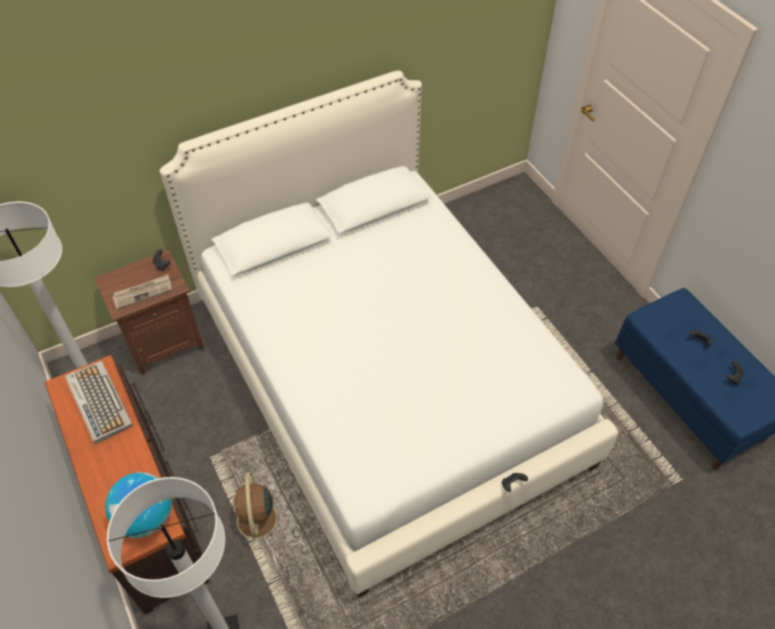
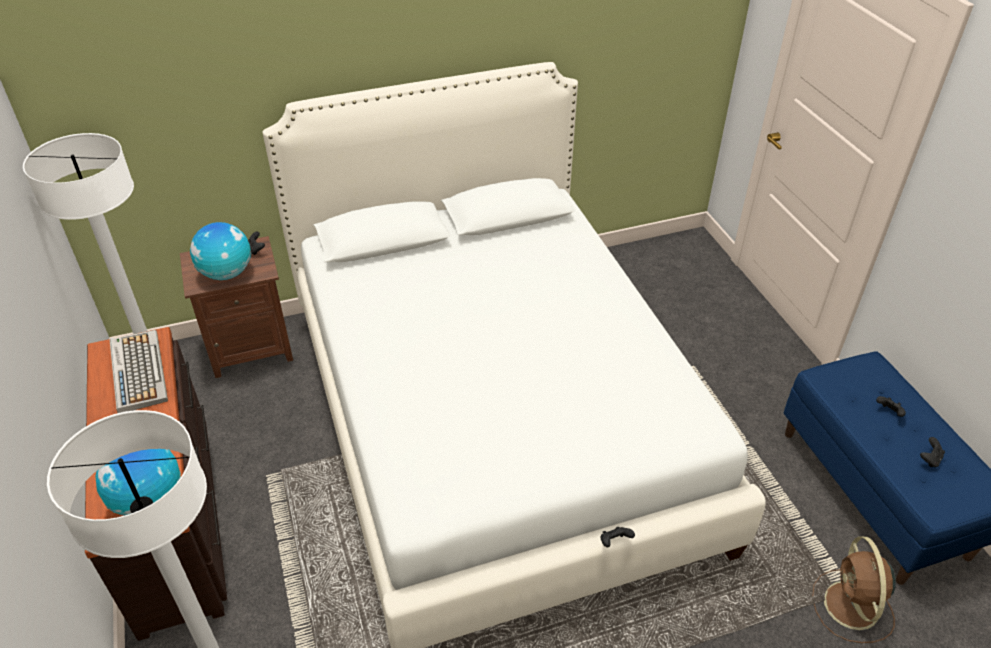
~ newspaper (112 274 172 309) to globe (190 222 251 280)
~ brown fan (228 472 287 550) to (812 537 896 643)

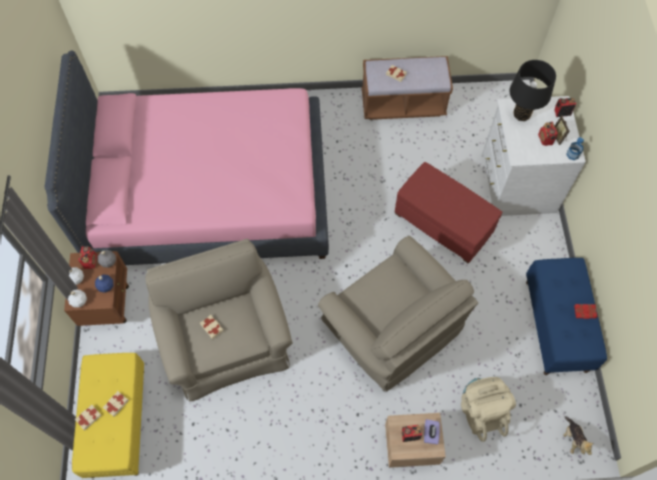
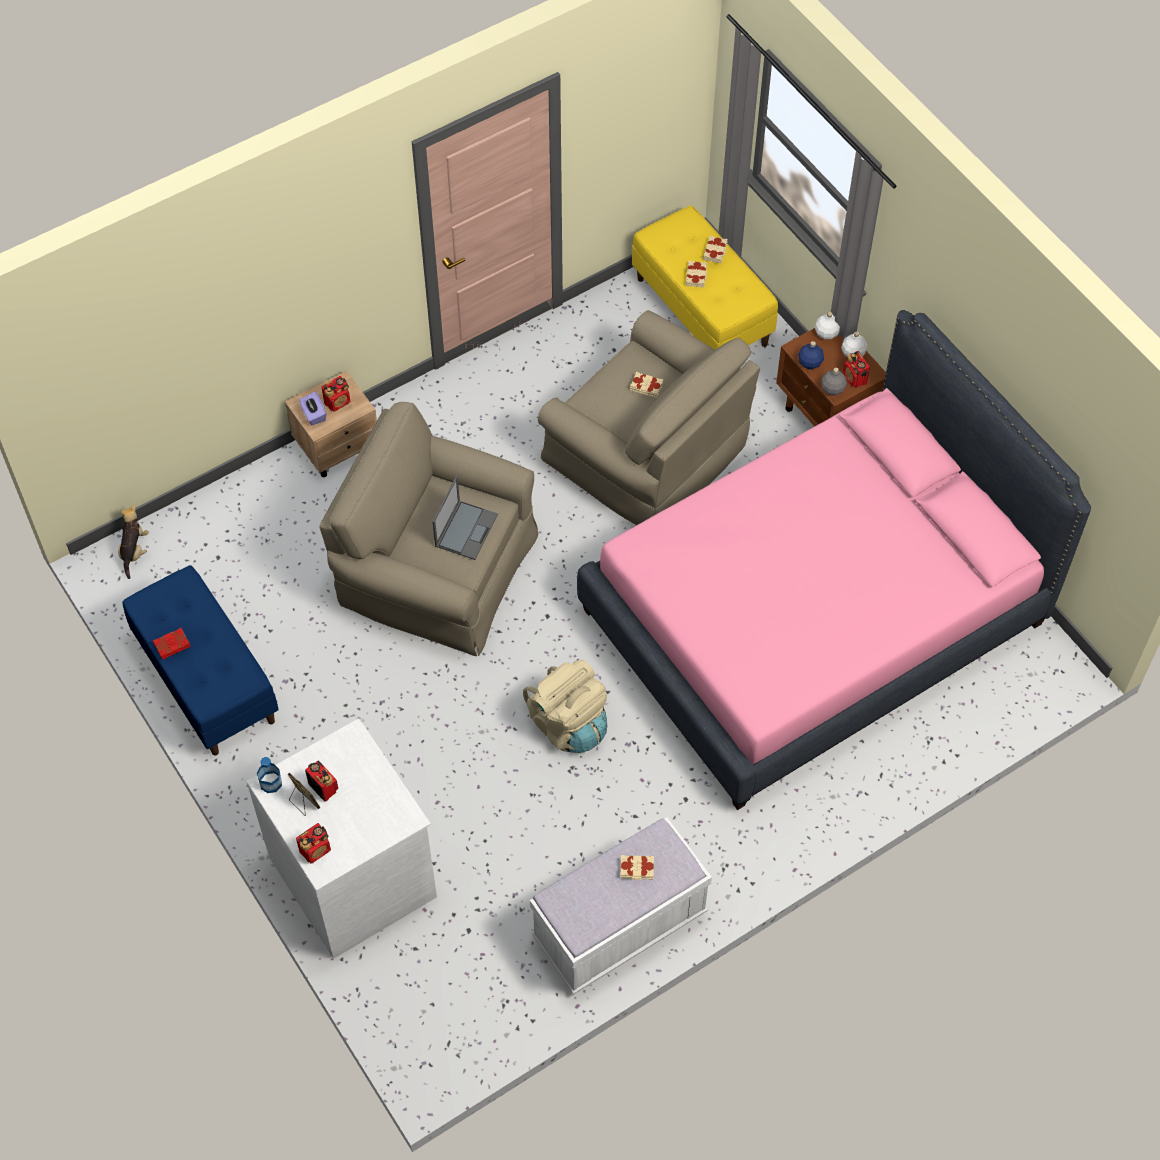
~ brown bench (362 56 453 120) to white bench (530 817 712 995)
- black table lamp (510 60 556 121)
- red ottoman (395 162 502 263)
~ beige backpack (461 377 516 442) to (523 659 607 753)
~ plush toy (563 416 594 455) = (118 504 149 579) 45 degrees clockwise
+ laptop (432 476 498 560)

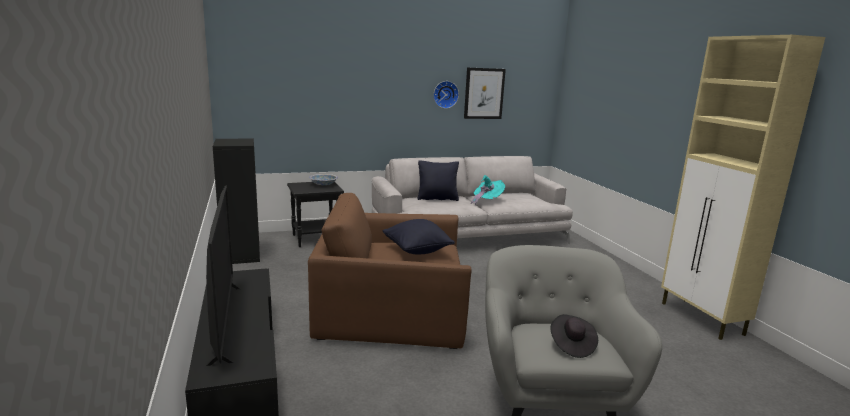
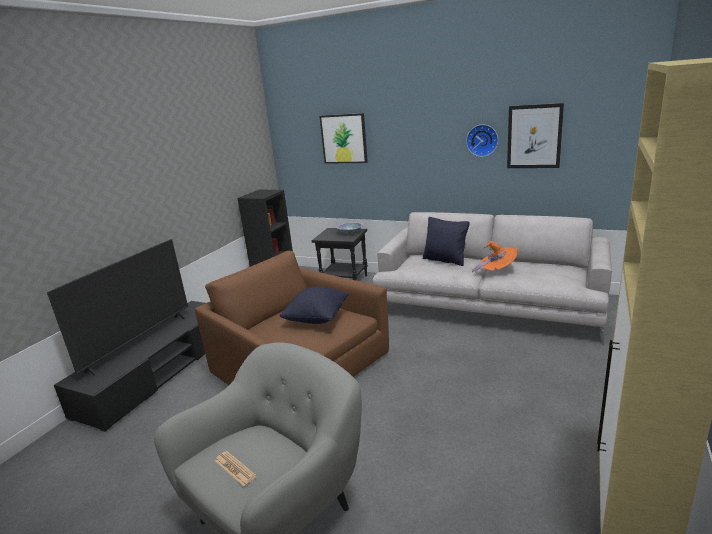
~ turquoise hat (471 175 505 205) to orange hat (472 241 518 274)
~ black hat (550 314 598 358) to newspaper (215 451 257 487)
+ picture (319 113 368 164)

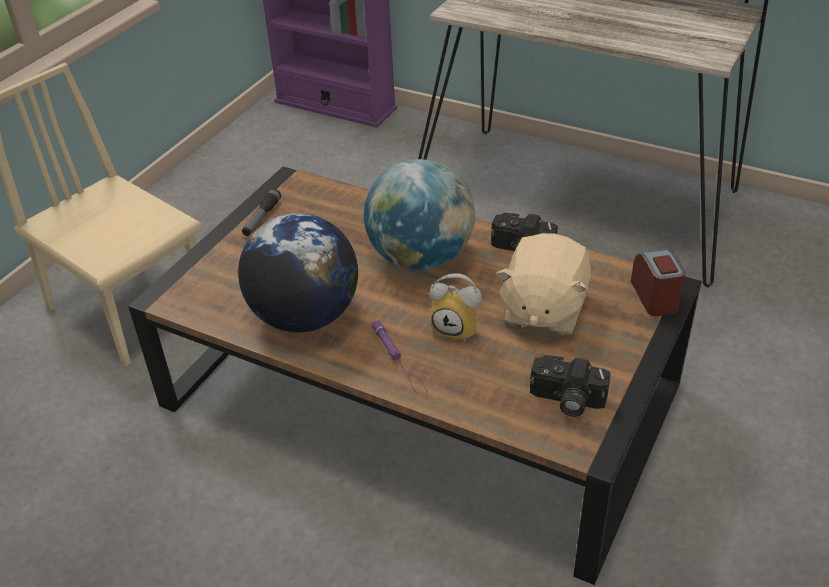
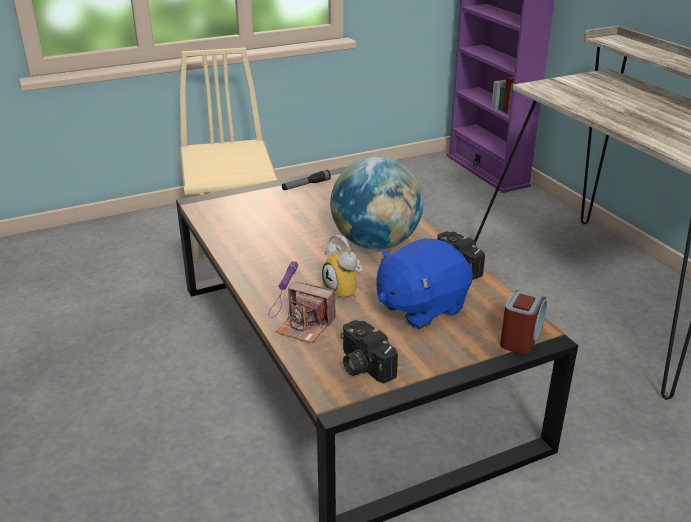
- globe (238 213 358 332)
~ beige plush toy (496 233 591 336) to blue plush toy (377 238 473 329)
+ photo camera (275 282 336 343)

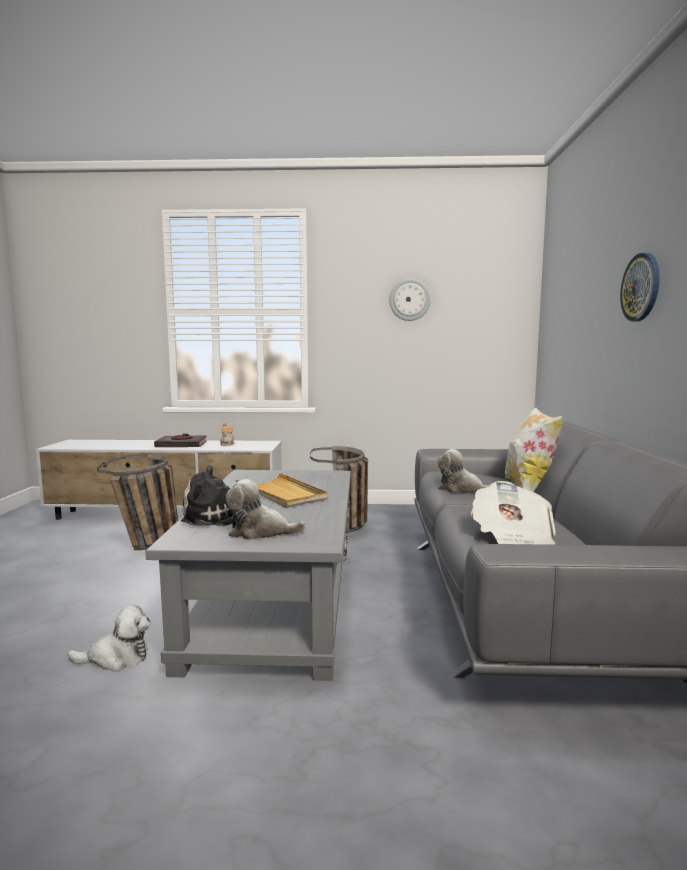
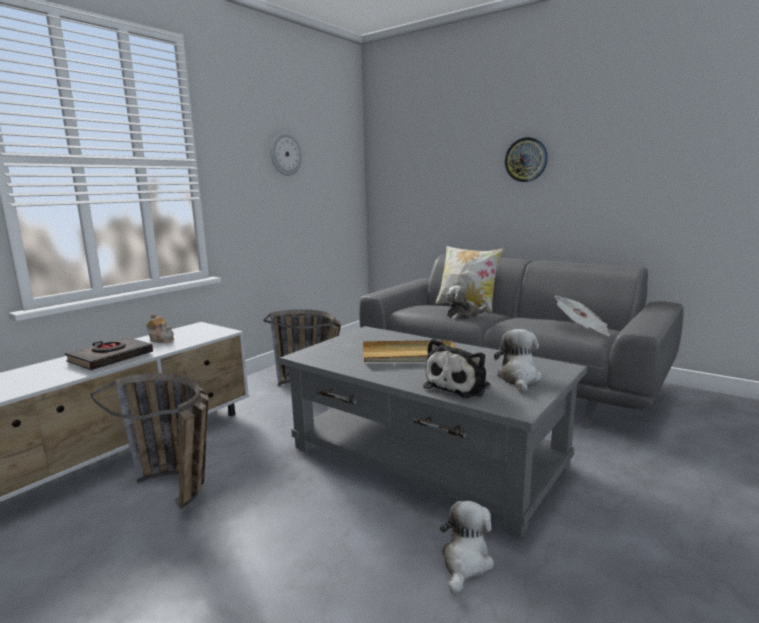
~ plush toy (225 479 306 540) = (494 329 542 392) 150 degrees clockwise

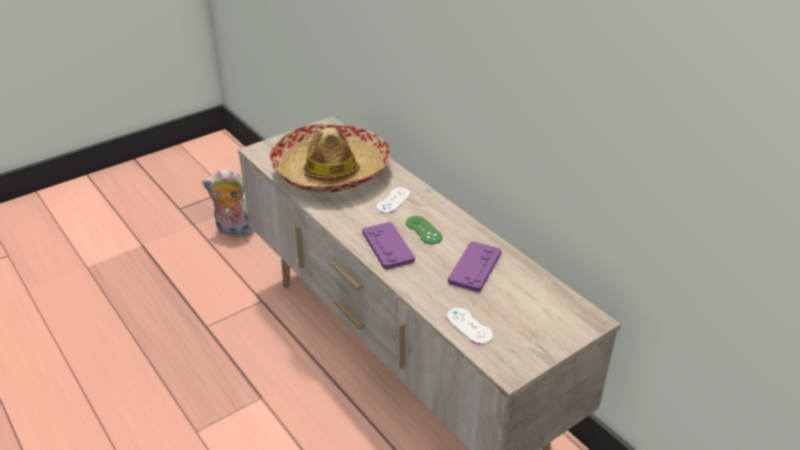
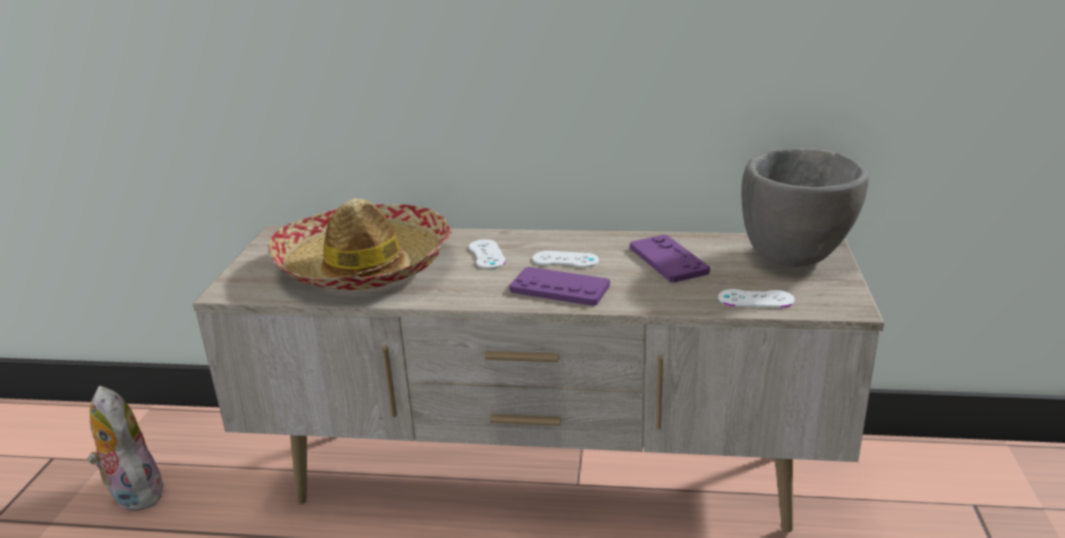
~ plush toy (202 168 254 237) = (88 386 163 511) 90 degrees clockwise
~ green game controller (406 216 442 244) to white game controller (533 251 599 268)
+ grey bowl (741 148 869 267)

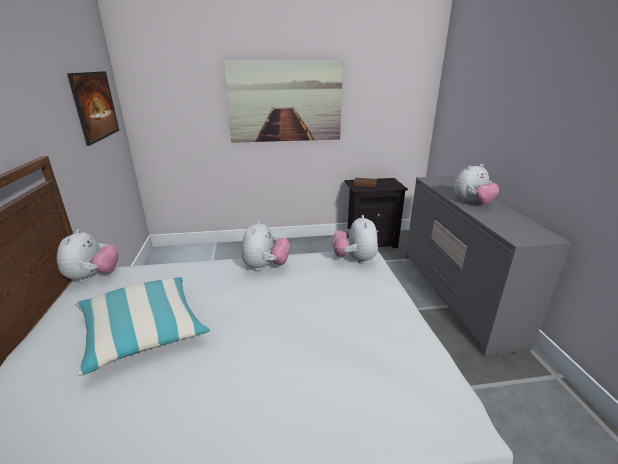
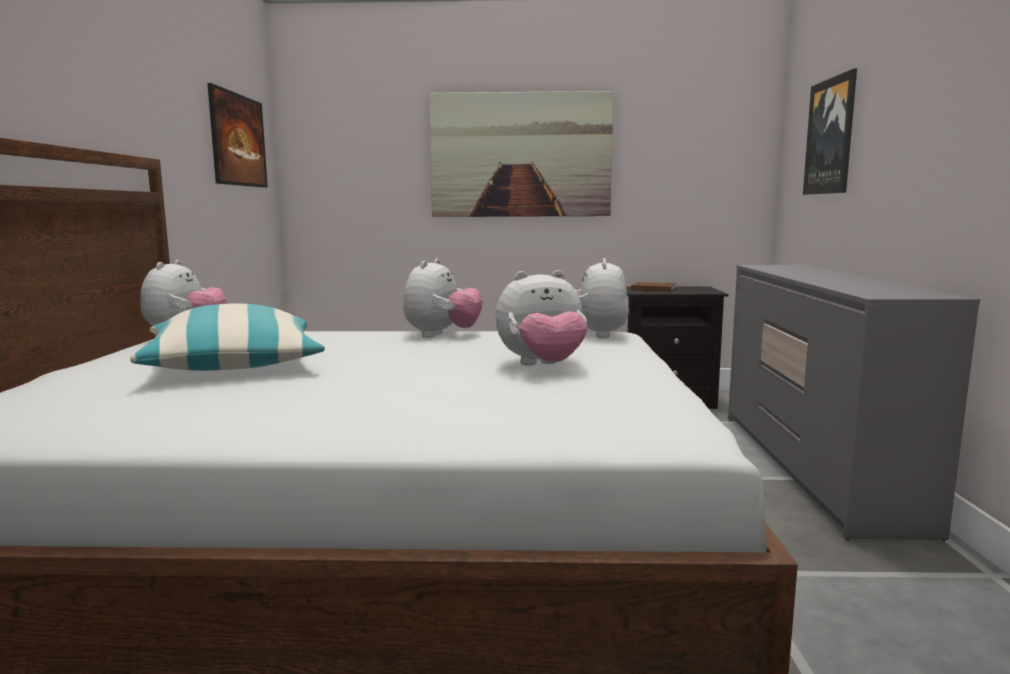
~ plush toy (454 164 499 204) to (496 270 587 365)
+ picture (803 69 857 195)

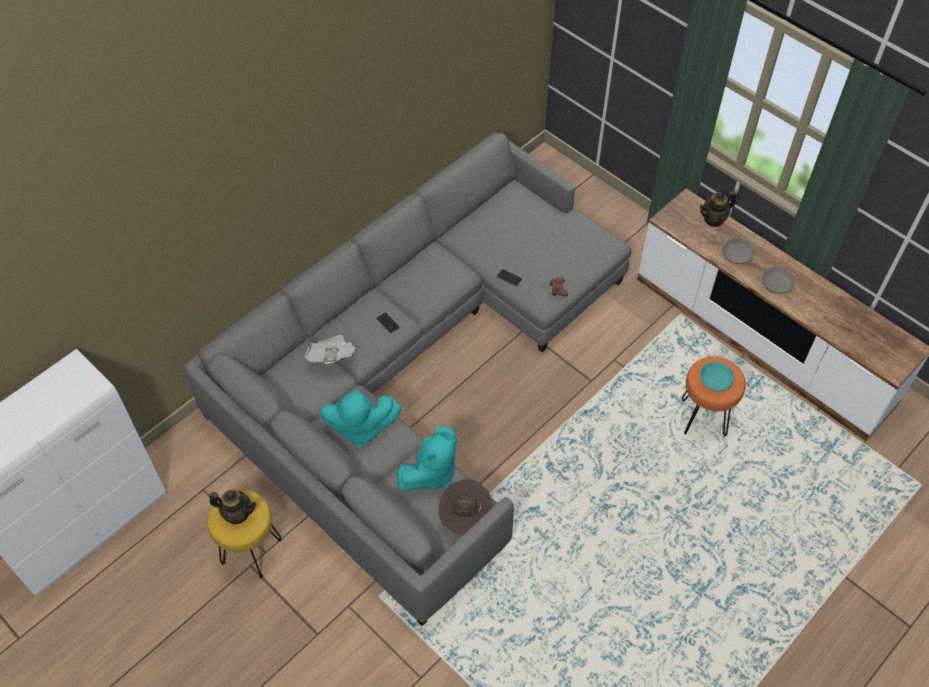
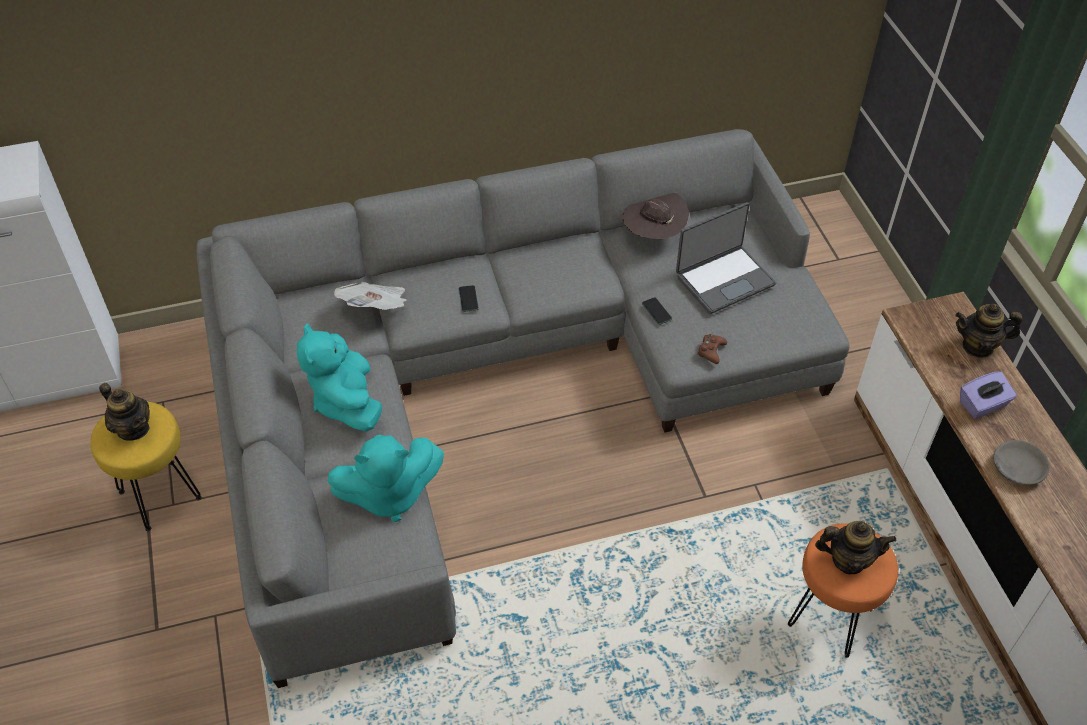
~ grey bowl (722 238 755 264) to purple tissue box (960 371 1017 419)
~ turquoise bowl (700 361 734 392) to teapot (815 521 896 574)
~ turquoise plush toy (320 391 401 448) = (297 324 382 431) 45 degrees clockwise
~ brown hat (438 479 492 535) to (622 193 689 239)
+ laptop (676 202 776 314)

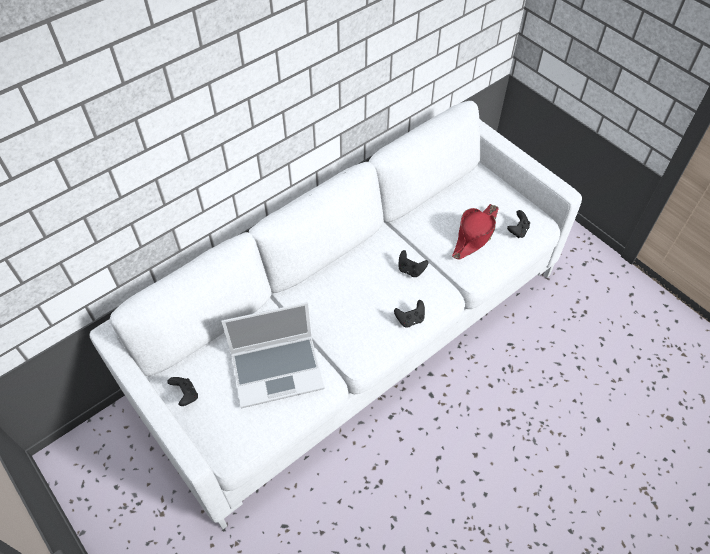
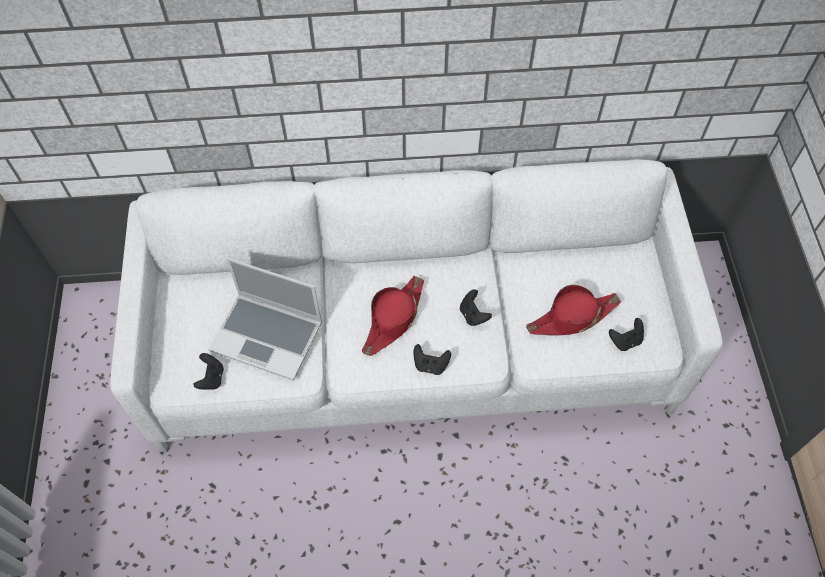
~ black game controller (167 377 198 406) to (193 353 224 390)
+ red hat (362 276 424 356)

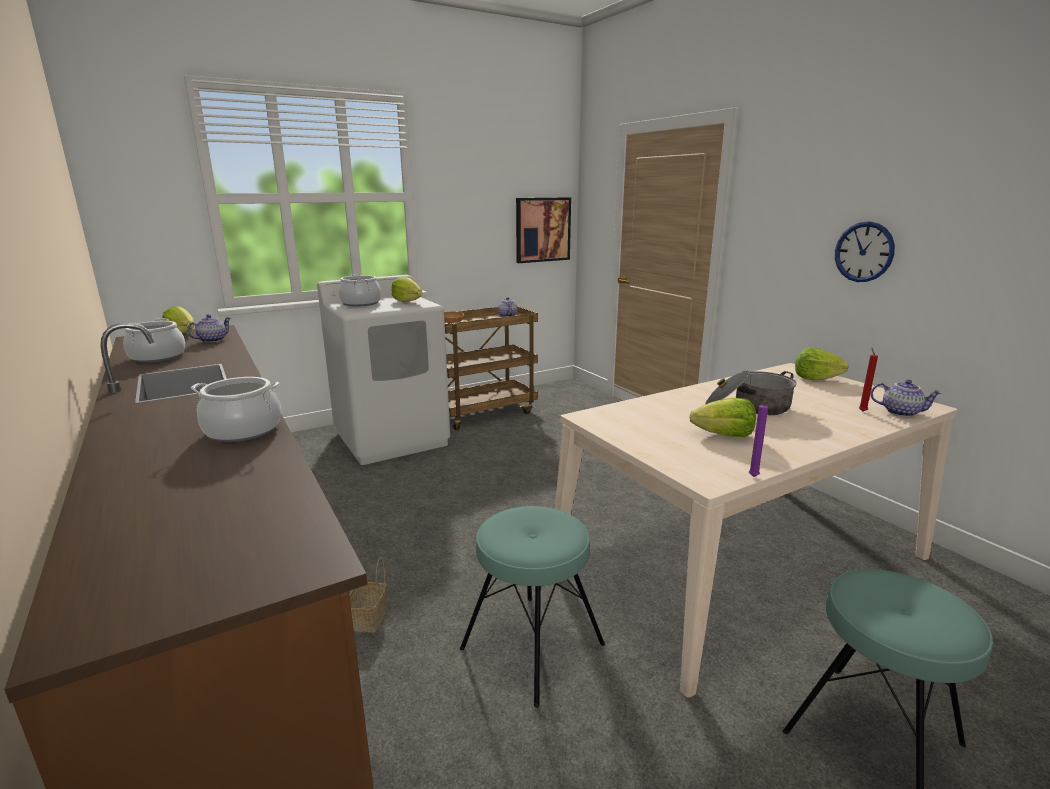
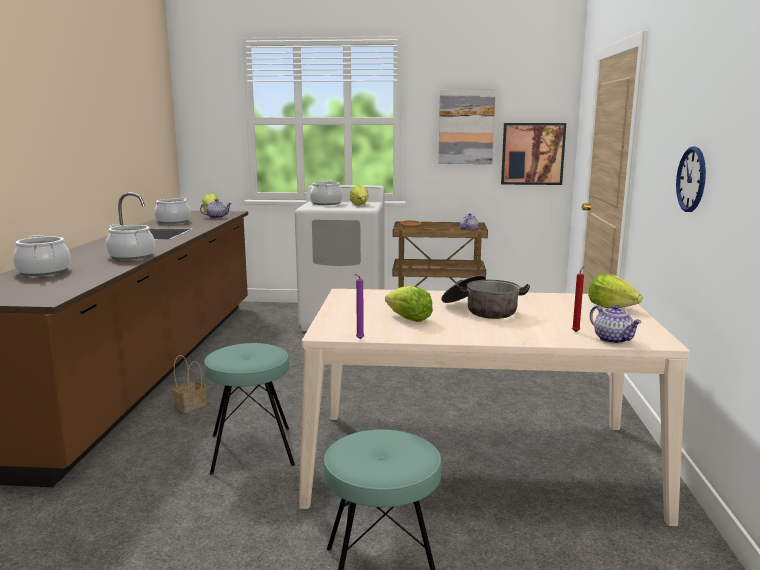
+ picture (438 89 496 164)
+ cooking pot (13 235 71 276)

